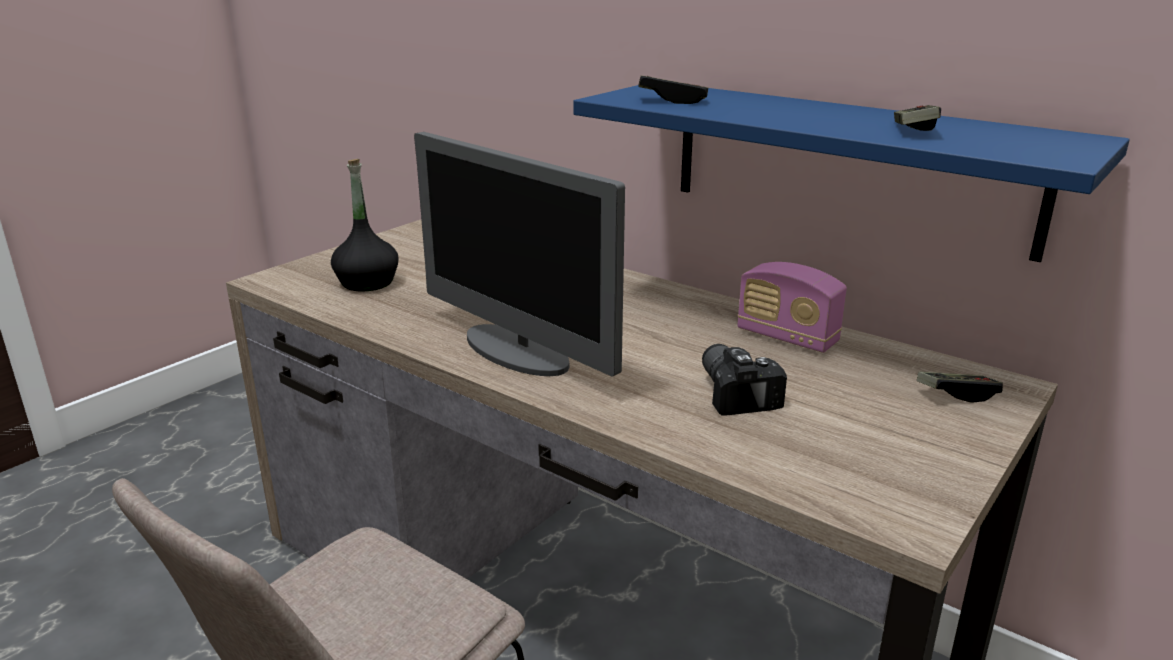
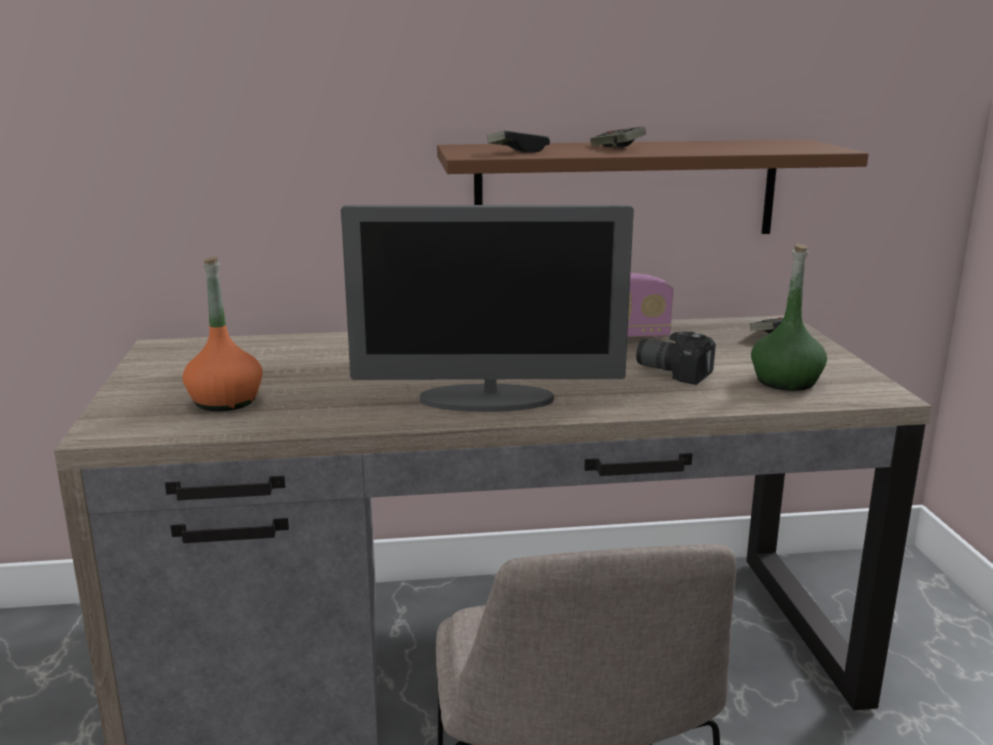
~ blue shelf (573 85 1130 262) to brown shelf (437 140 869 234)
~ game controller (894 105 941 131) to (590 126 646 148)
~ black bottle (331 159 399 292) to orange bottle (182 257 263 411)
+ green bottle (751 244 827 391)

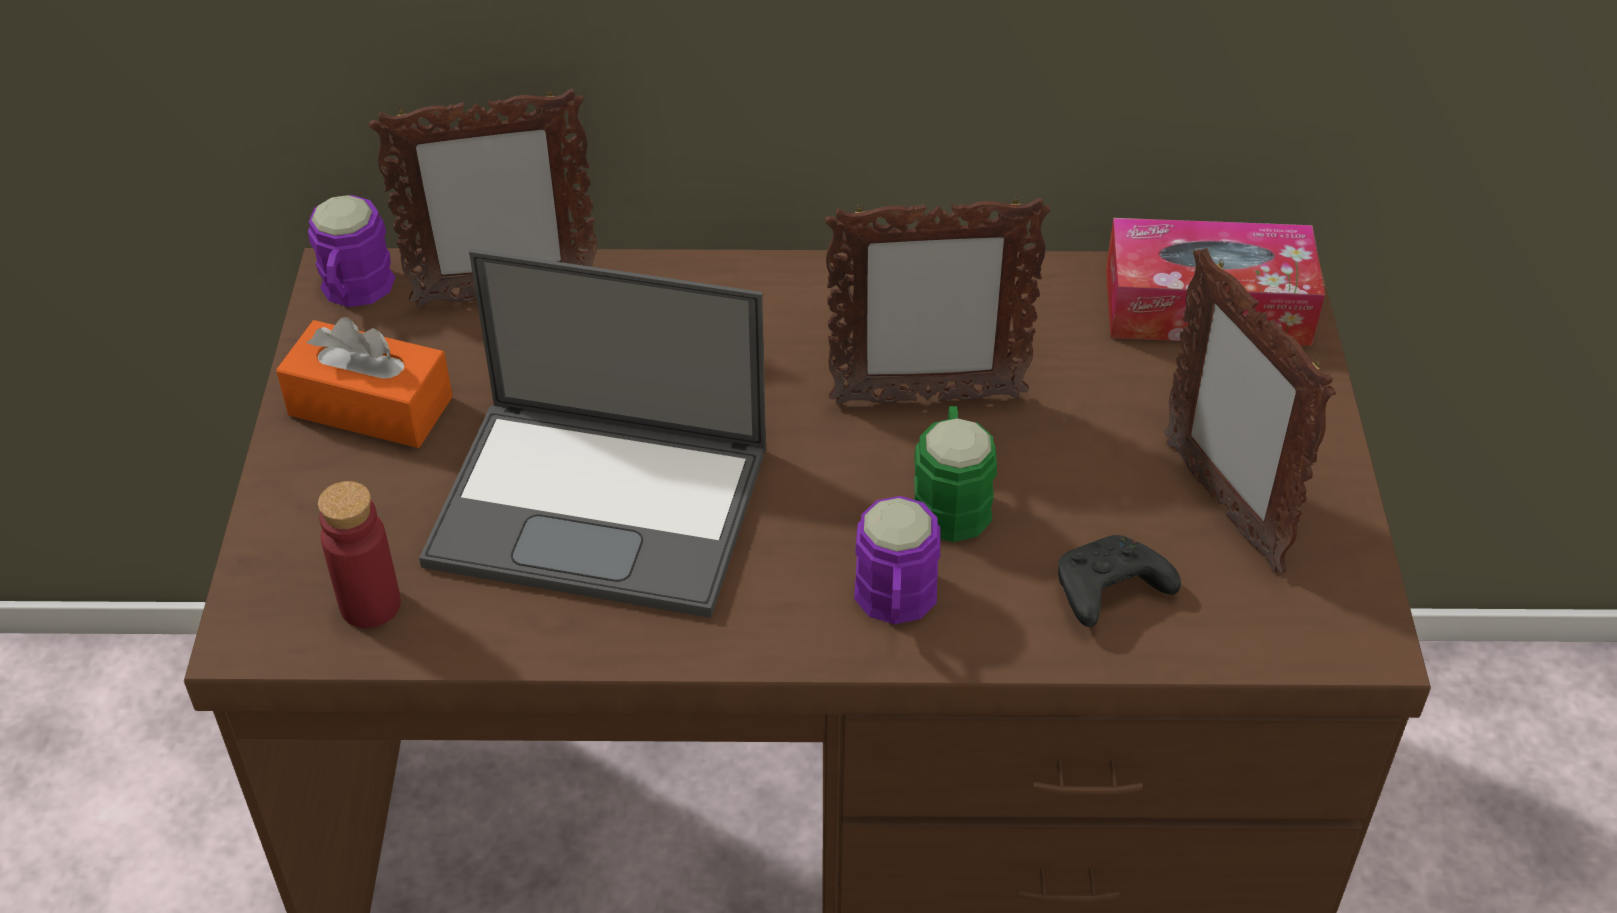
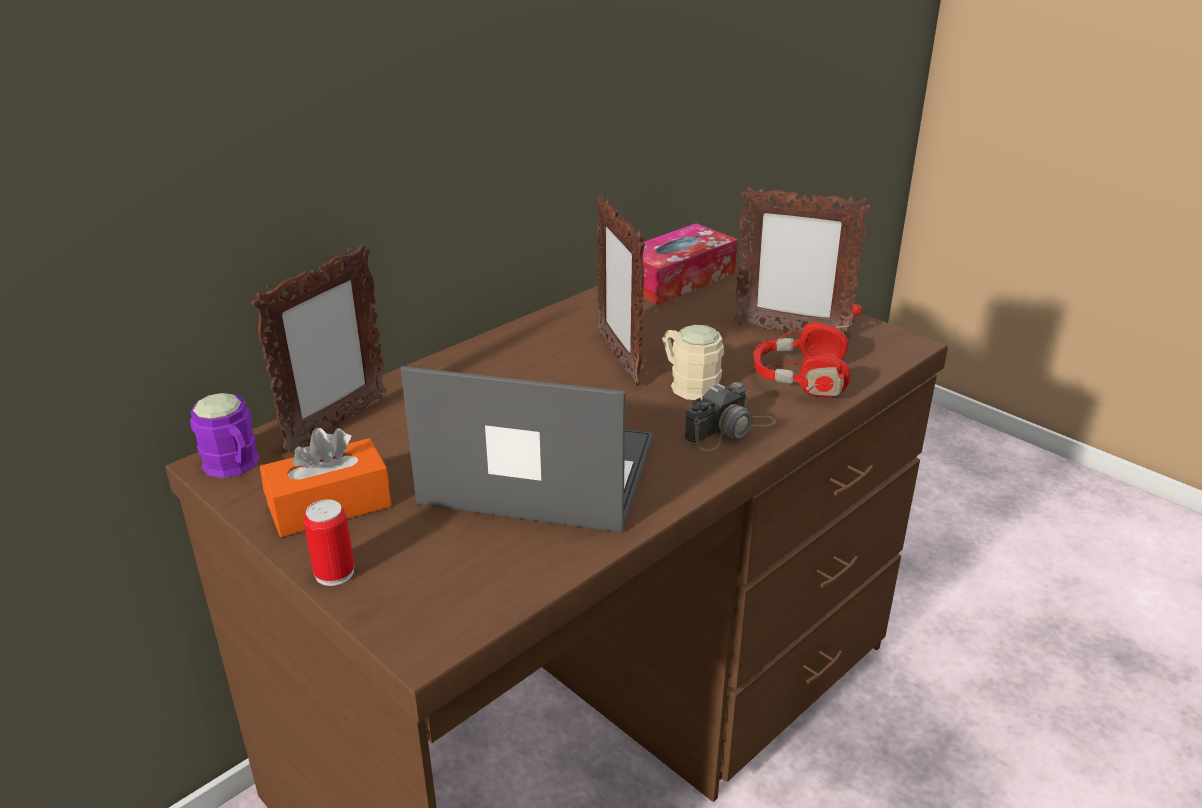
~ picture frame (825 196 1050 405) = (597 195 645 386) 120 degrees clockwise
~ laptop (419 249 766 618) = (401 366 653 533) 135 degrees counterclockwise
~ green mug (913 406 997 542) to beige mug (662 324 724 400)
- red bottle (318 481 401 628)
~ purple mug (854 496 941 624) to photo camera (684 382 776 451)
~ black game controller (1058 535 1181 627) to red headphones (753 304 862 398)
+ can (303 500 355 586)

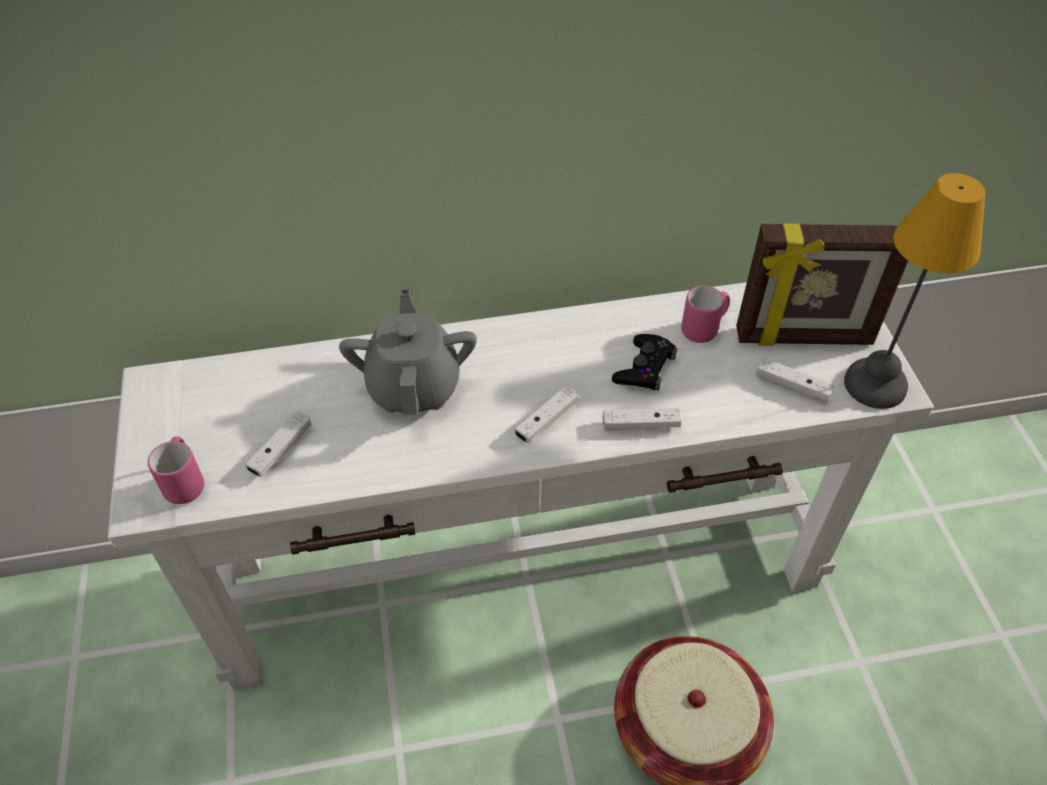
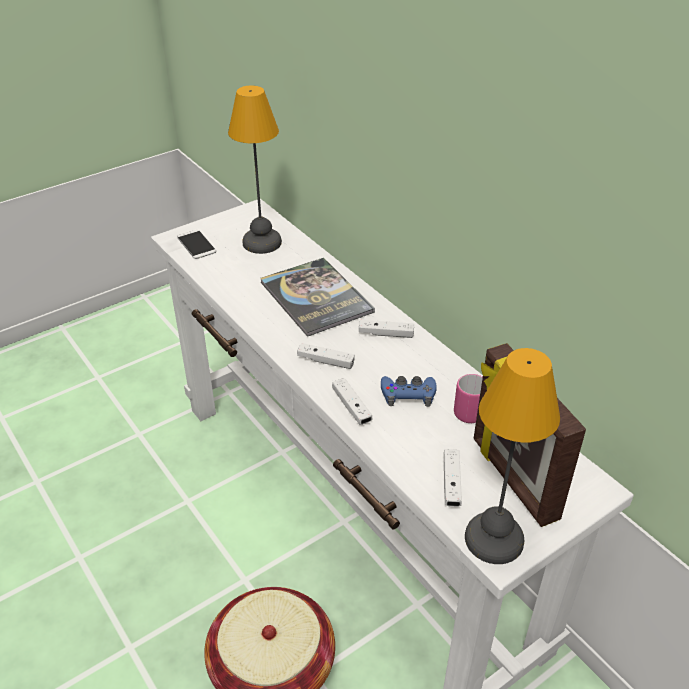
~ grey teapot (339 288 477 415) to book (260 258 375 337)
~ black game controller (612 334 678 391) to blue game controller (381 376 437 407)
~ white game controller (245 411 312 477) to (359 320 414 338)
~ pink mug (148 436 204 504) to phone (177 230 216 259)
+ table lamp (228 85 282 254)

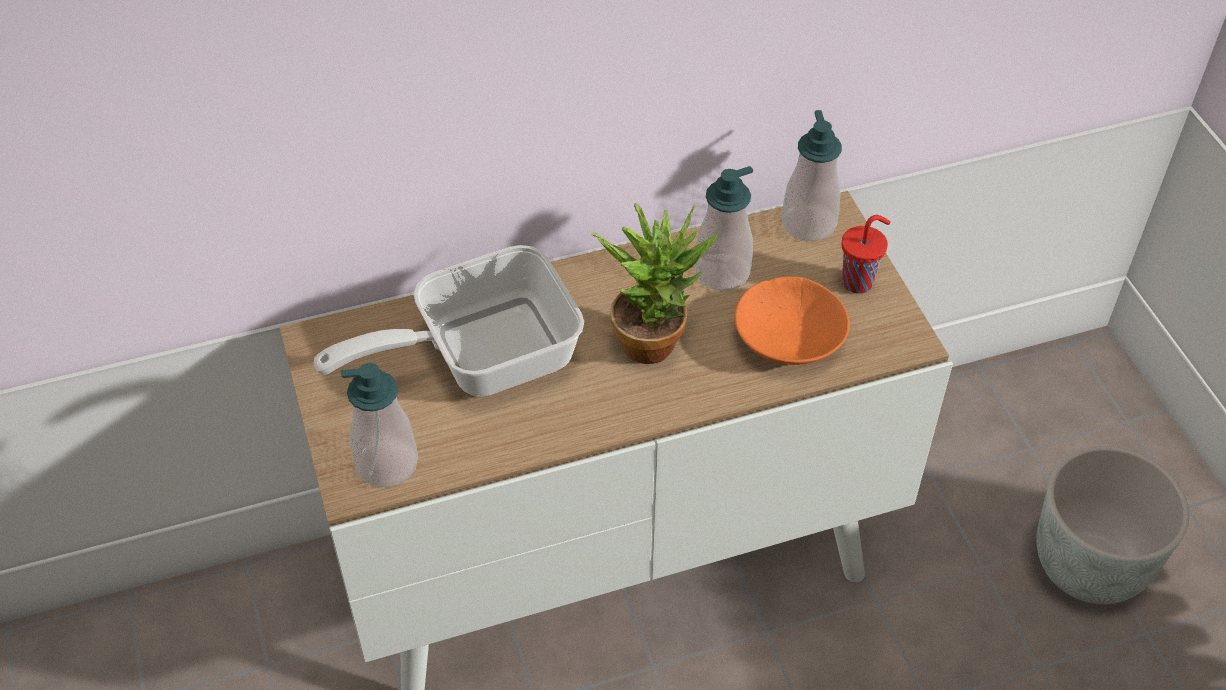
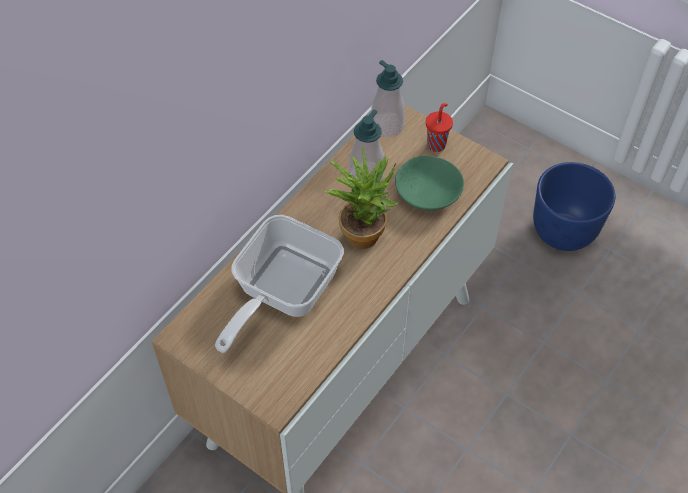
~ orange bowl (734 277 850 365) to green bowl (395 156 464 211)
- soap dispenser (341 363 418 487)
~ grey planter (1036 446 1189 604) to blue planter (533 162 615 251)

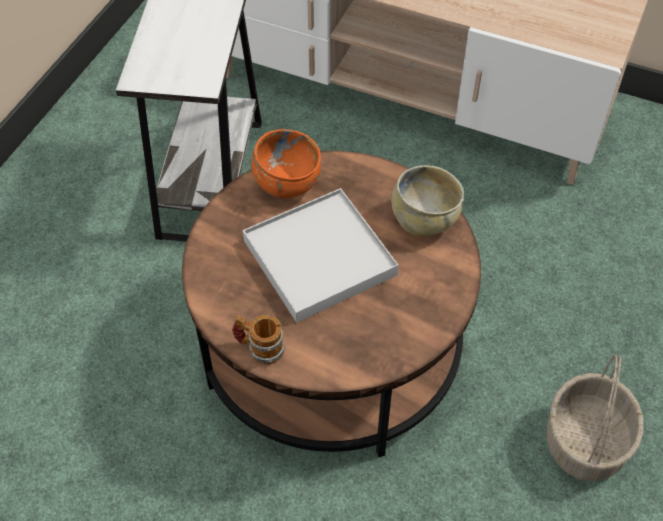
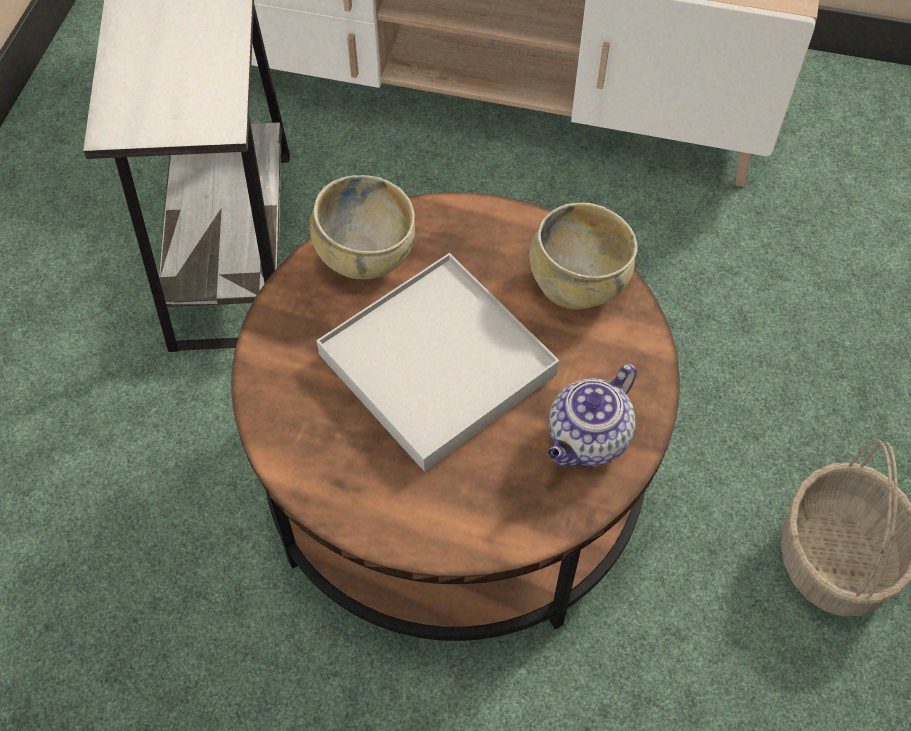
~ orange bowl (251 129 321 198) to beige bowl (310 175 415 279)
- mug (232 315 285 365)
+ teapot (548 364 637 467)

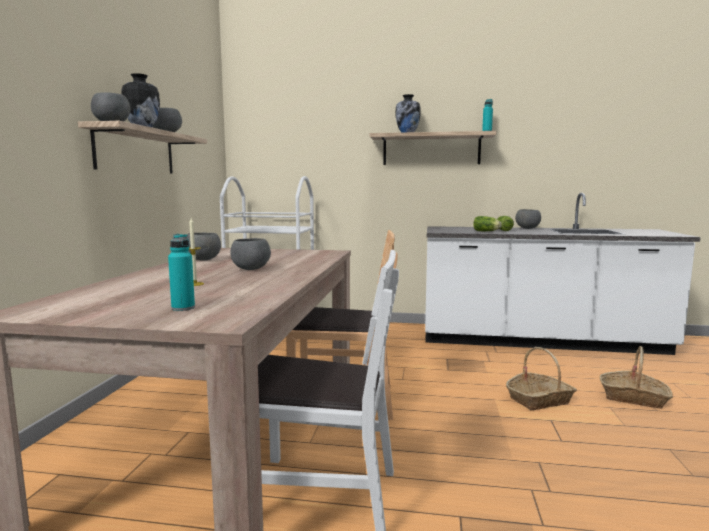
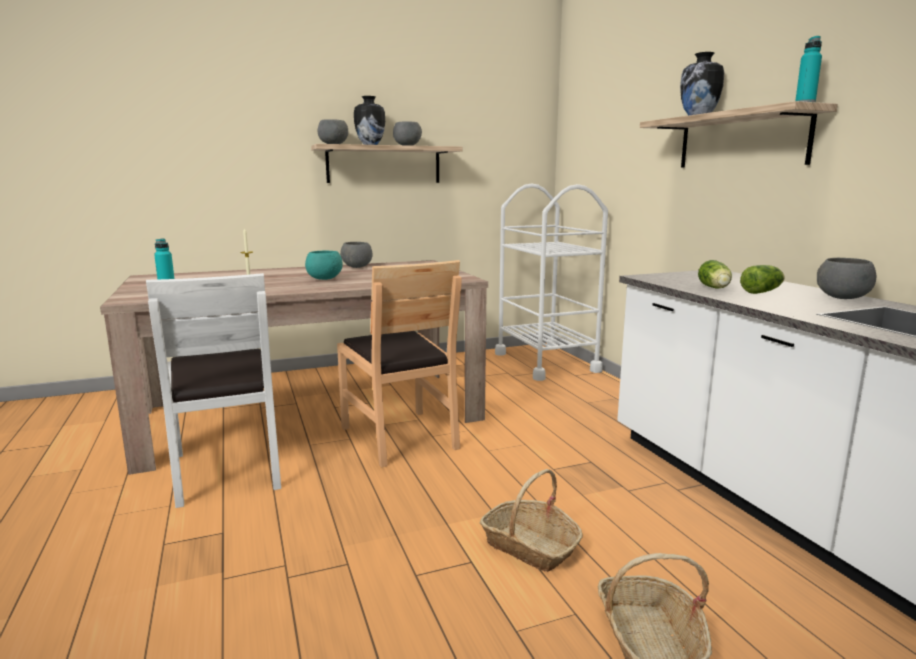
~ grey bowl (230 238 271 270) to turquoise bowl (305 251 343 280)

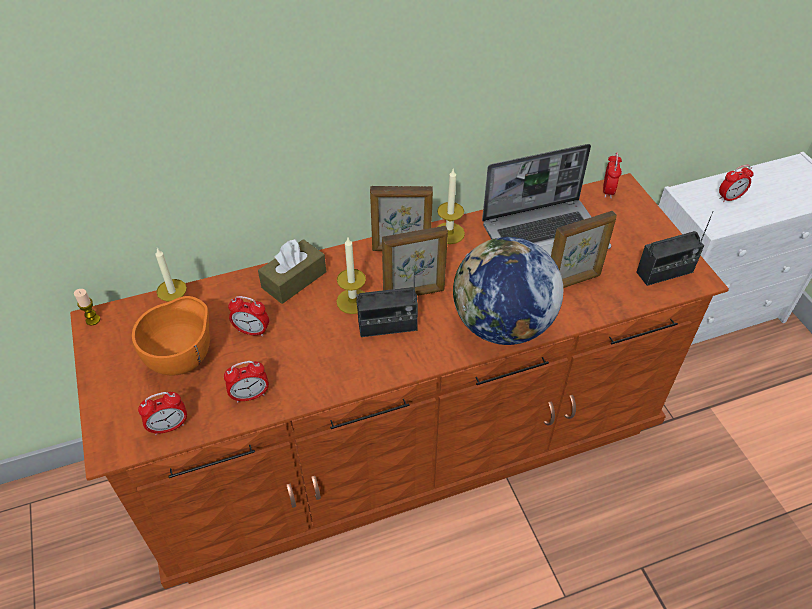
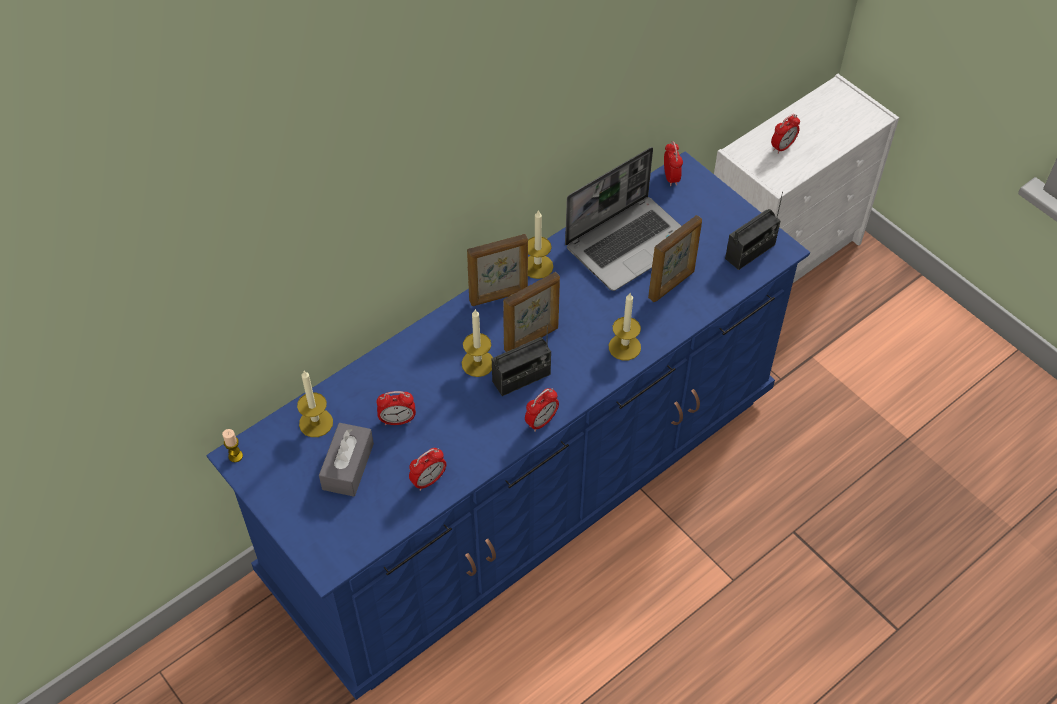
~ brown dresser (70 173 729 589) to blue dresser (207 151 810 700)
~ globe (453 237 563 345) to candle (609 293 641 360)
- brown tissue box (258 239 326 304)
~ orange bowl (132 296 210 376) to grey tissue box (319 423 374 497)
~ alarm clock (138 392 187 435) to (525 388 559 431)

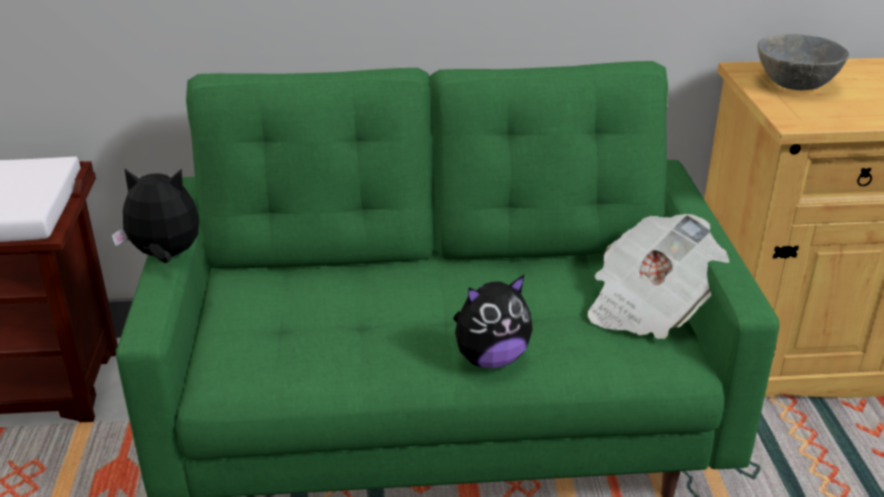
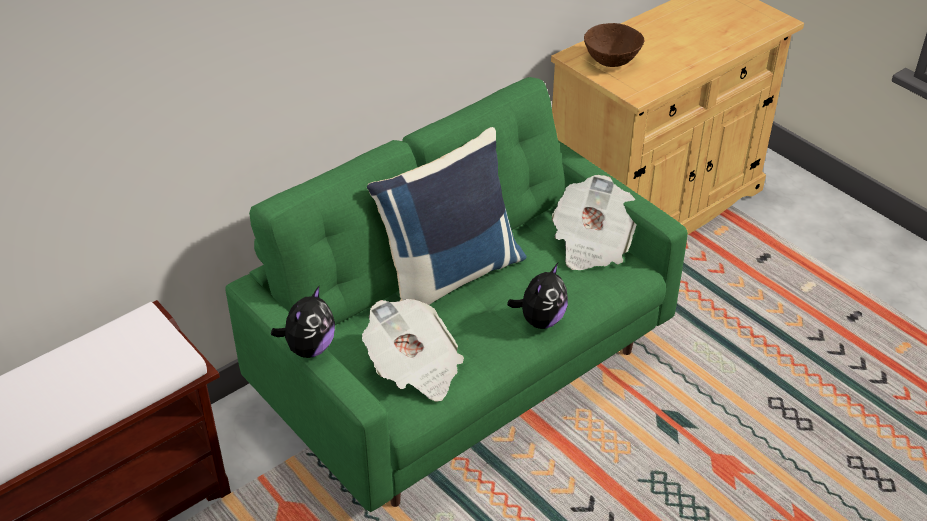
~ grey bowl (758 34 849 90) to brown bowl (584 23 645 67)
~ plush toy (111 168 199 263) = (271 286 335 358) 150 degrees clockwise
+ blue pillow (367 127 526 305)
+ newspaper (362 299 464 402)

